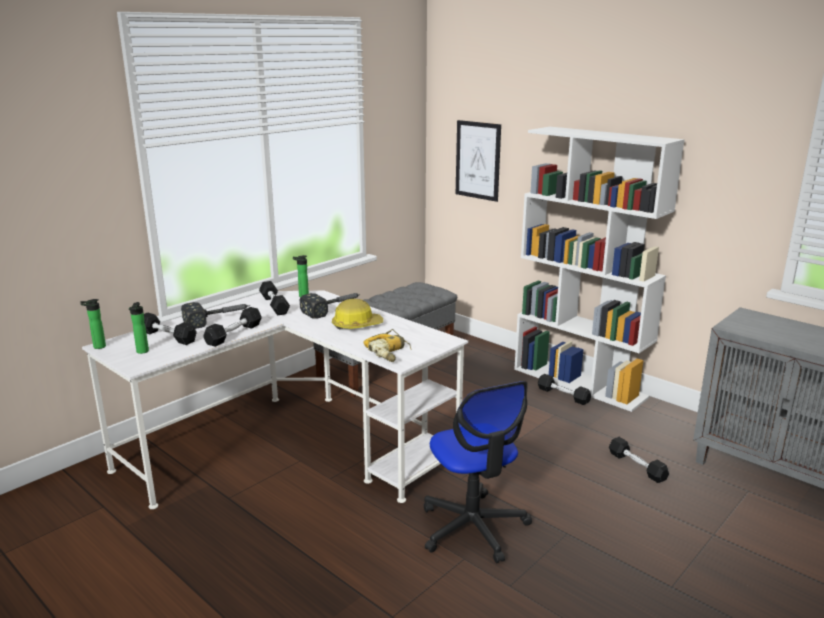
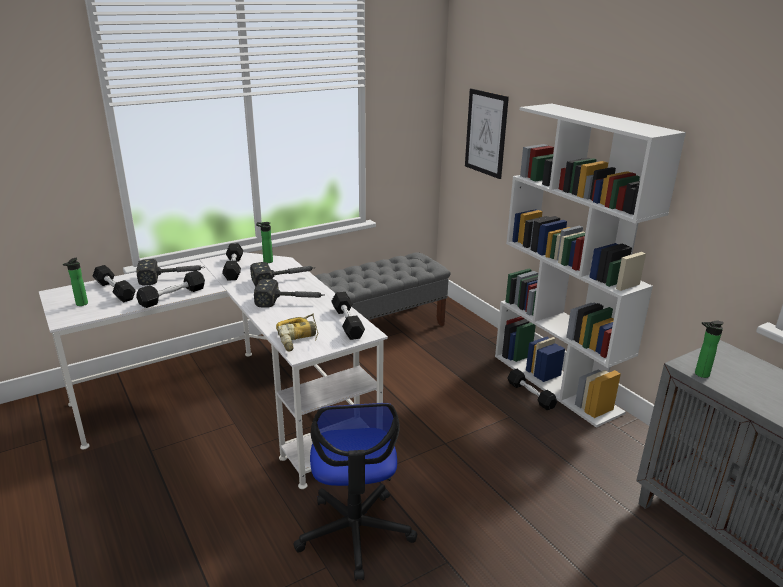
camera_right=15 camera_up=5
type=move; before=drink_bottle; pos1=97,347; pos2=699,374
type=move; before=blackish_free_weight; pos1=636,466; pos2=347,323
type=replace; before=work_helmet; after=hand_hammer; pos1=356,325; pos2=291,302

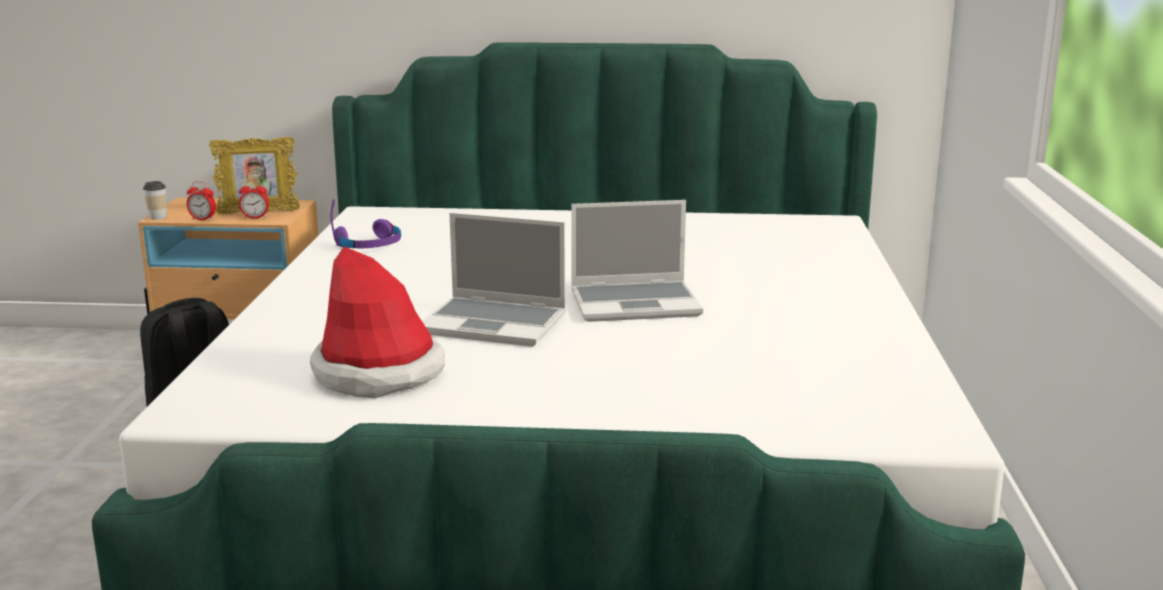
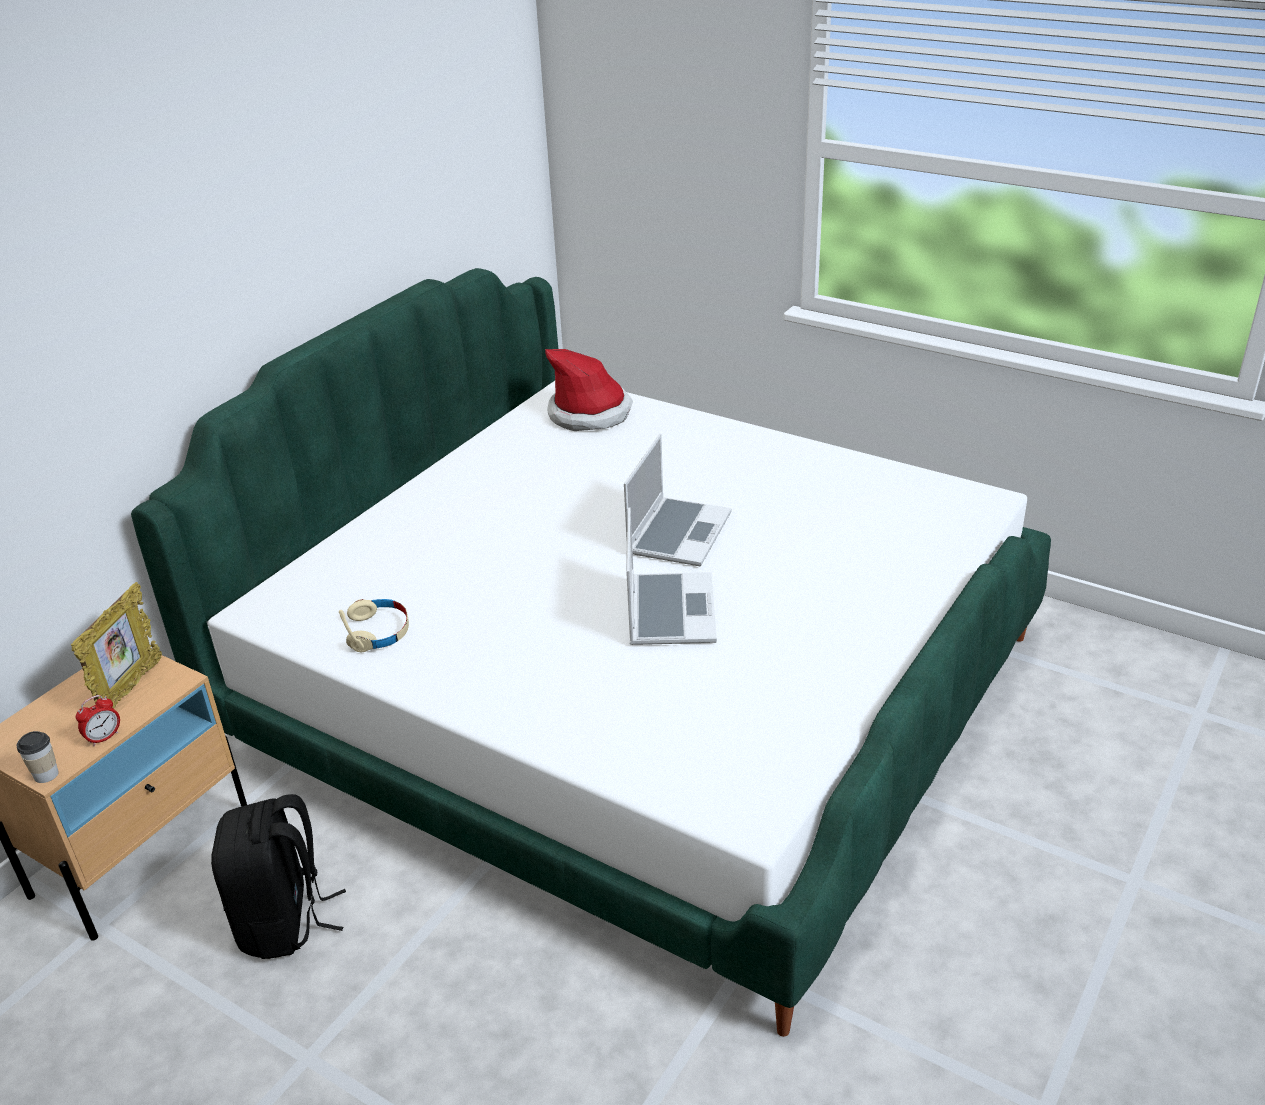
camera_right=-60 camera_up=15
type=delete; before=table_clock; pos1=255,217
type=move; before=hat; pos1=379,373; pos2=590,413
type=recolor; before=purple-coloured_pair_of_headphones; after=beige-coloured_pair_of_headphones; pos1=369,245; pos2=378,632
type=rotate; before=notebook_computer; pos1=496,324; pos2=669,610; turn=-45

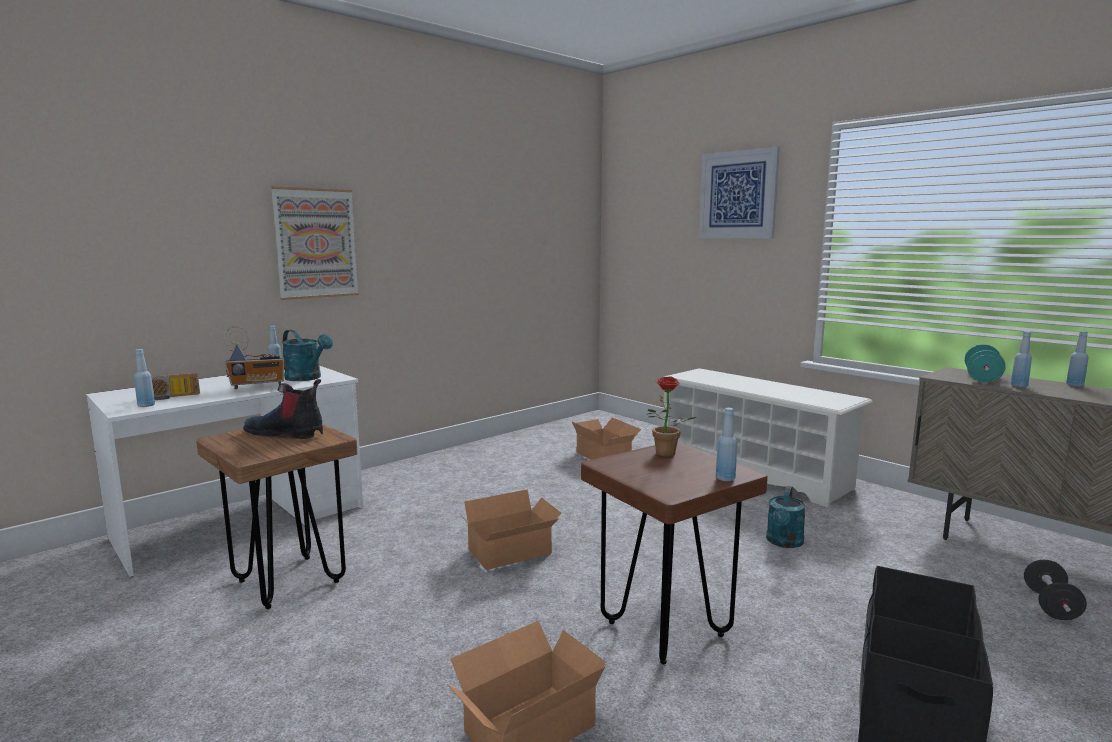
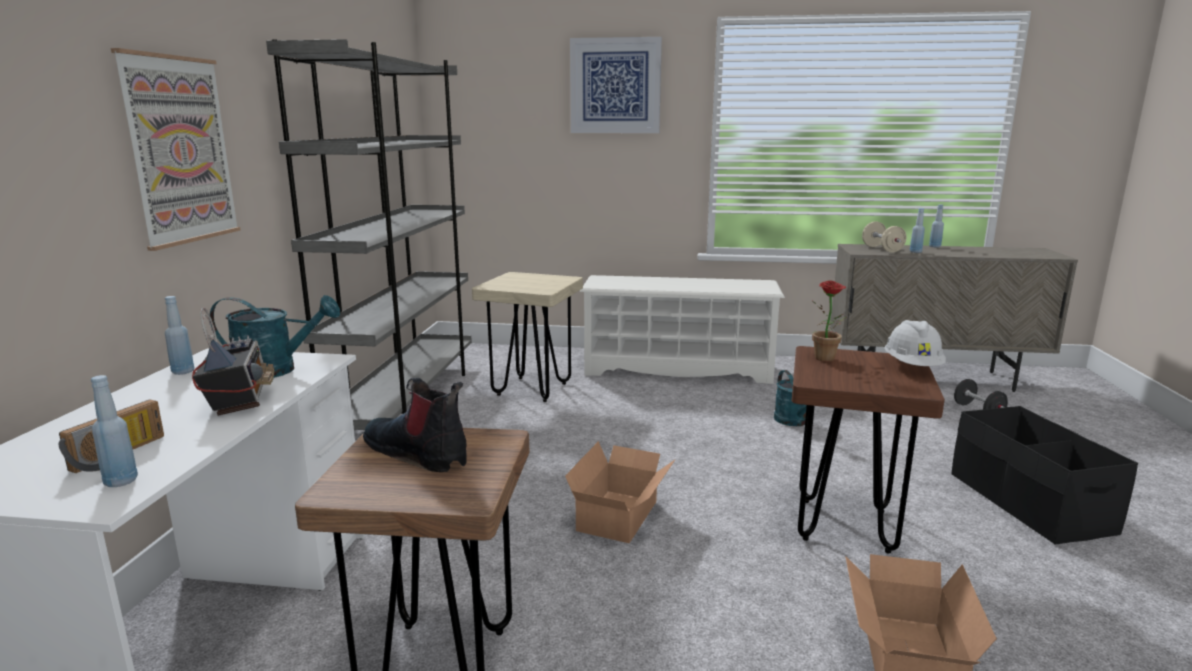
camera_right=-40 camera_up=5
type=insert; after=gray_shelving_unit; pos2=407,401
type=replace; before=cardboard_box; after=beige-coloured_stool; pos1=604,455; pos2=532,389
type=replace; before=blue_drink_bottle; after=white-coloured_work_helmet; pos1=725,478; pos2=912,367
type=recolor; before=blue-green_free_weight; after=beige-coloured_free_weight; pos1=982,378; pos2=882,249
type=rotate; before=radio_set; pos1=258,387; pos2=239,400; turn=-45
type=rotate; before=high-top_boot; pos1=286,434; pos2=418,453; turn=60

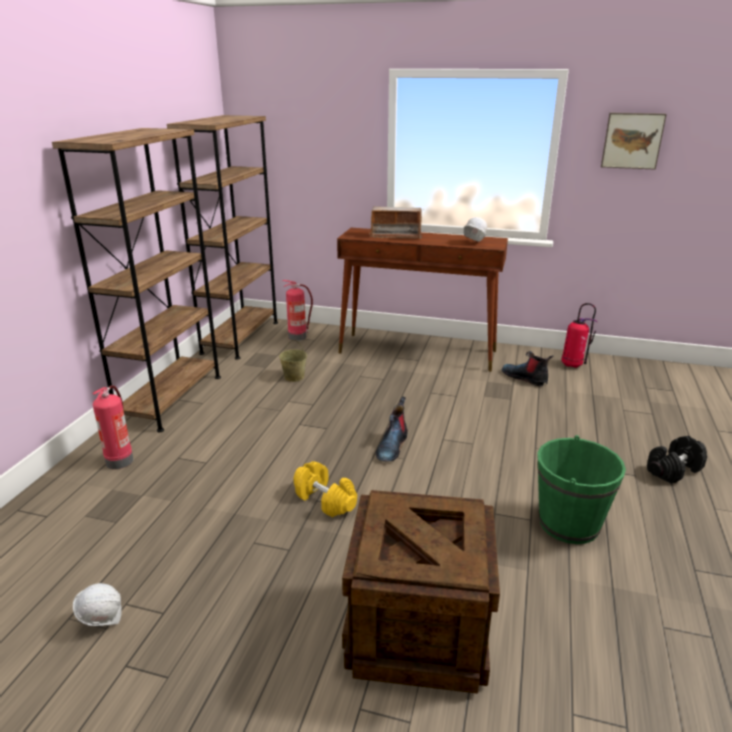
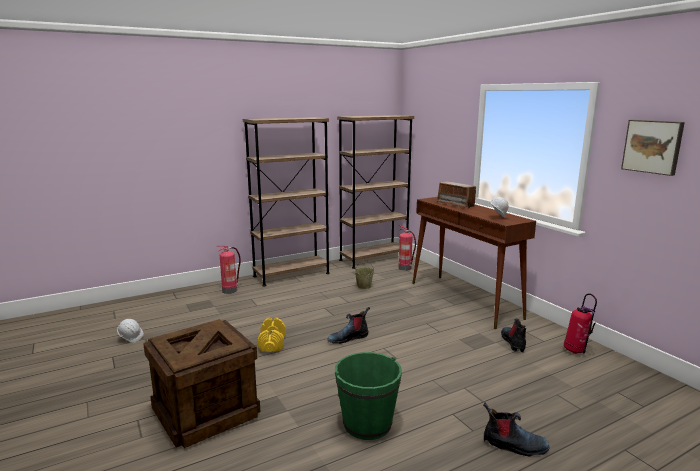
camera_right=45 camera_up=-10
type=replace; before=blackish_free_weight; after=high-top_boot; pos1=673,470; pos2=514,445

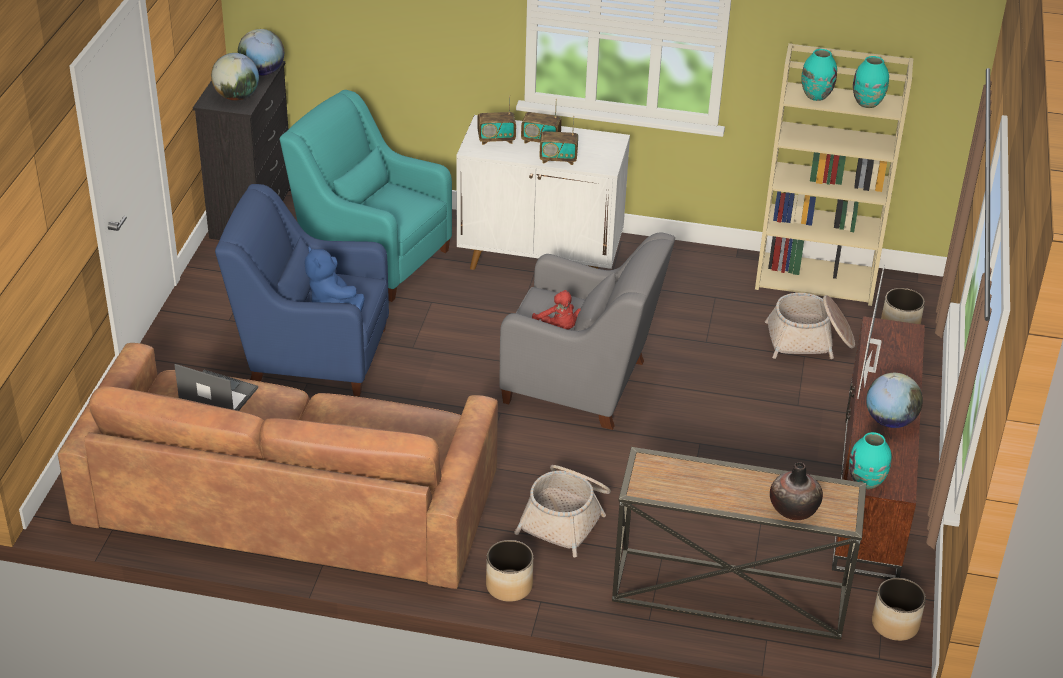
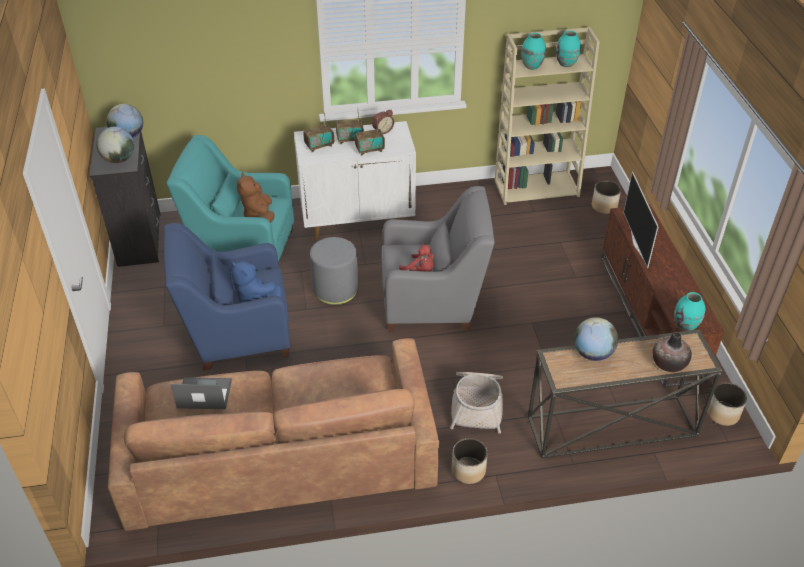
camera_right=-20 camera_up=5
type=delete; before=storage_basket; pos1=809,340
type=insert; after=brownish_cuddly_toy; pos2=259,216
type=insert; after=gray_pouffe; pos2=335,289
type=insert; after=table_clock; pos2=382,130
type=move; before=desk_globe; pos1=890,421; pos2=592,353

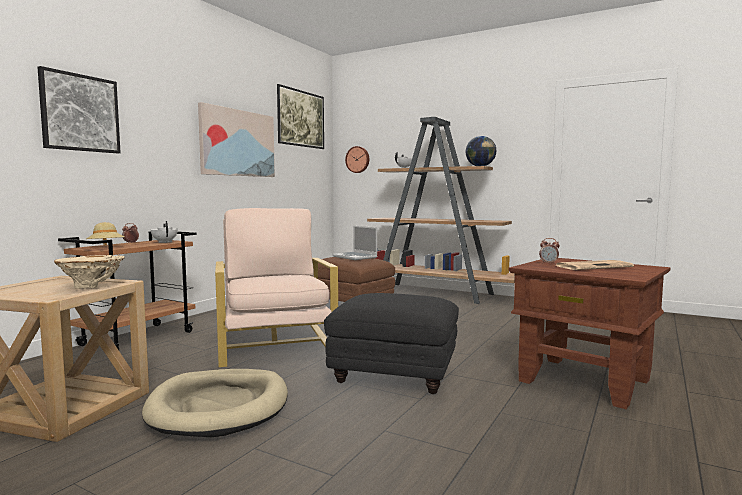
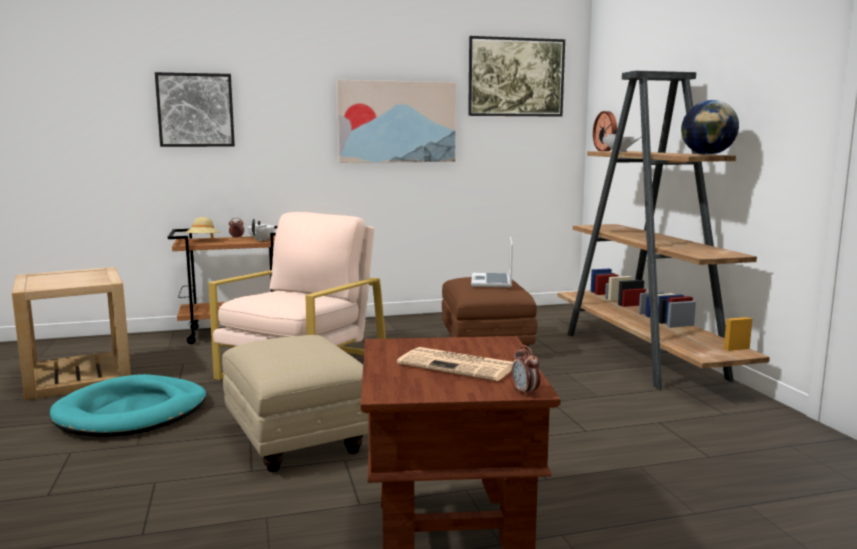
camera_right=45 camera_up=5
type=delete; before=beige-coloured_decorative_vase; pos1=91,287
type=move; before=table_clock; pos1=548,263; pos2=525,392
type=recolor; before=beige-coloured_dog_bed; after=blue-green_dog_bed; pos1=219,407; pos2=132,412
type=recolor; before=blackish_pouffe; after=beige-coloured_pouffe; pos1=395,375; pos2=297,440

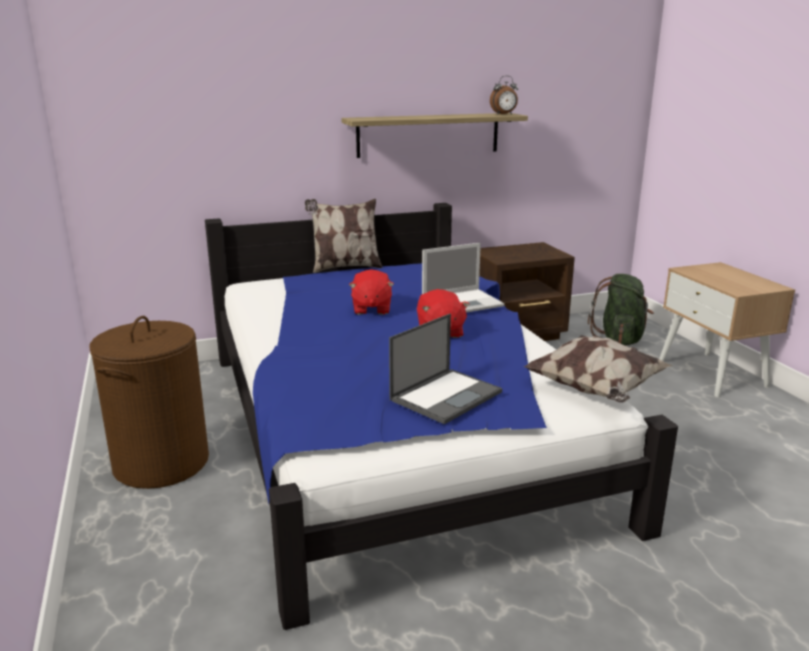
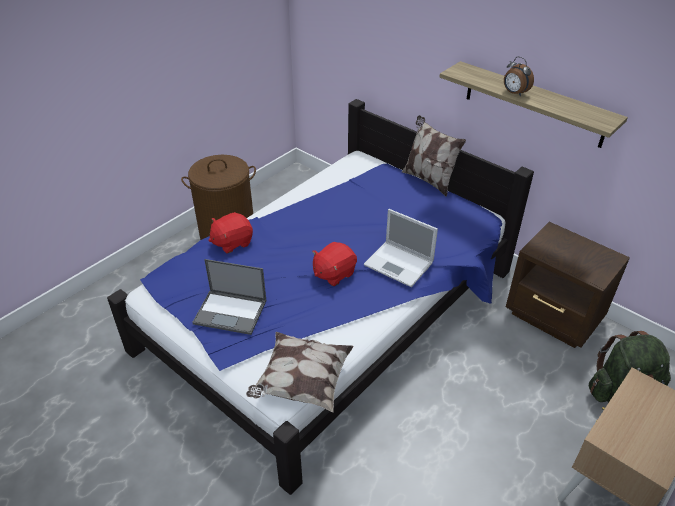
camera_right=60 camera_up=20
type=move; before=red-coloured_cuddly_toy; pos1=371,309; pos2=232,242
type=move; before=table_clock; pos1=504,114; pos2=514,93

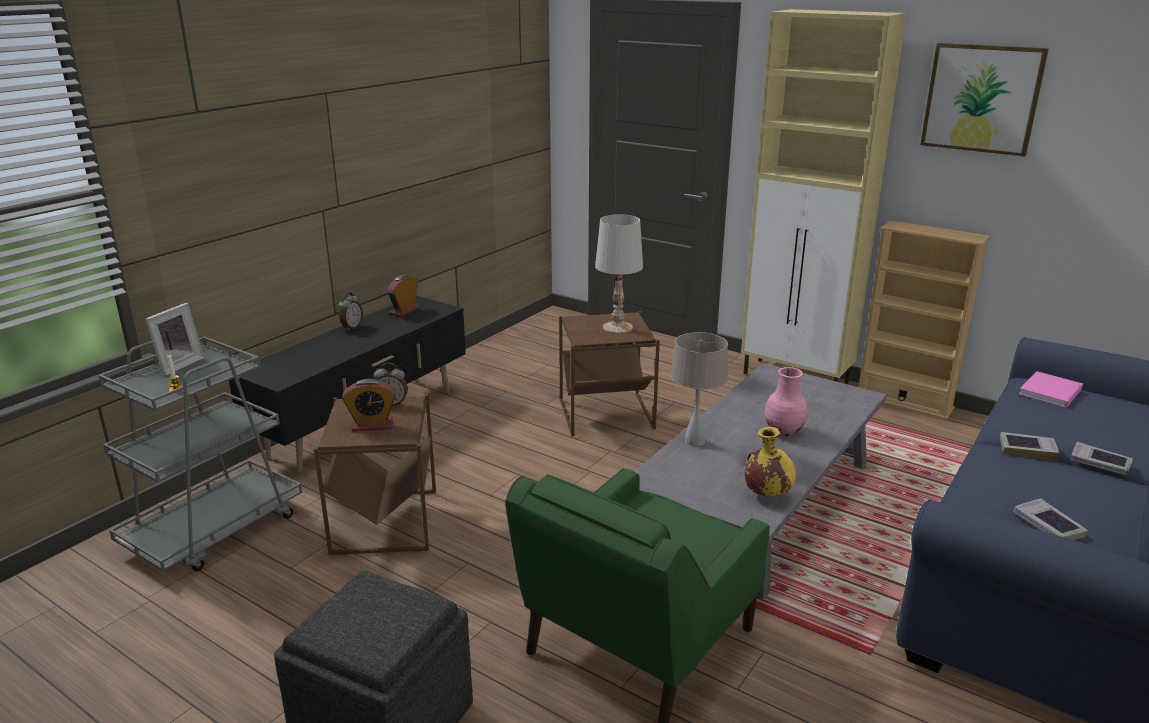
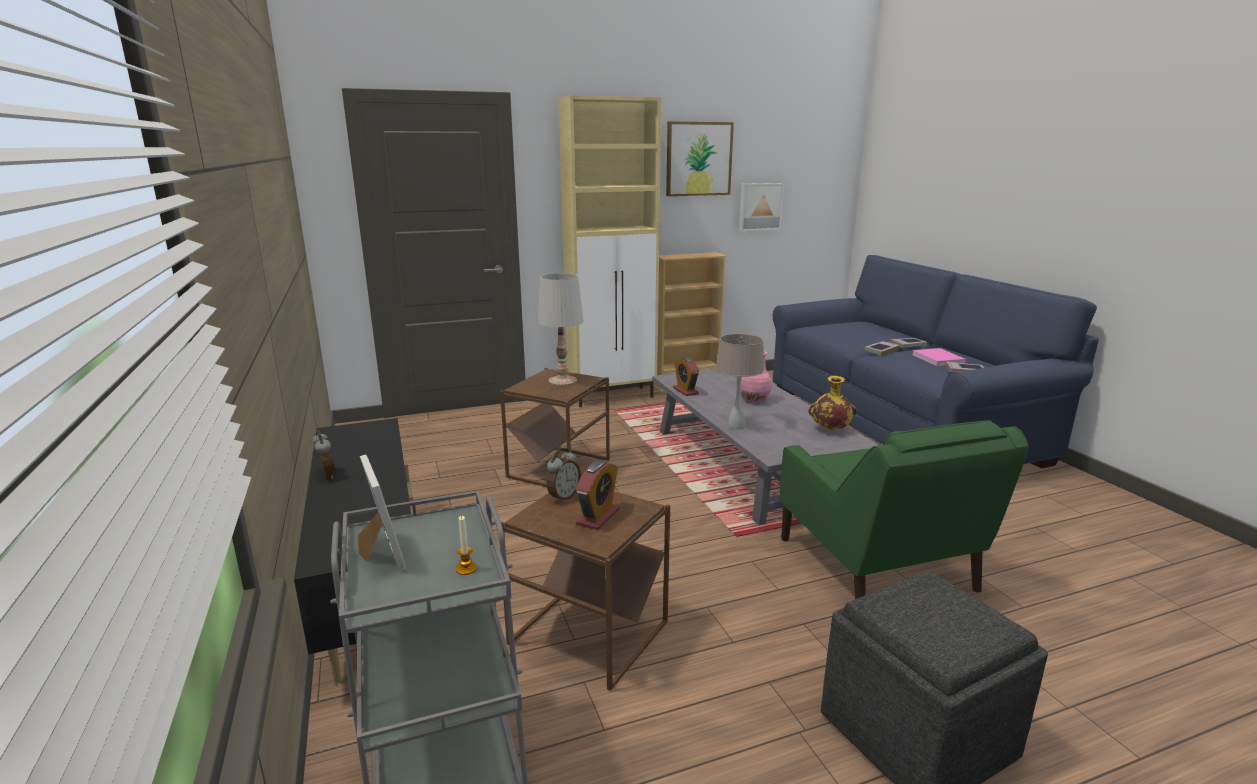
camera_right=-55 camera_up=-5
type=insert; after=wall_art; pos2=759,206
type=move; before=table_clock; pos1=405,311; pos2=685,391
type=move; before=pinkish_bound_book; pos1=1049,392; pos2=938,359

